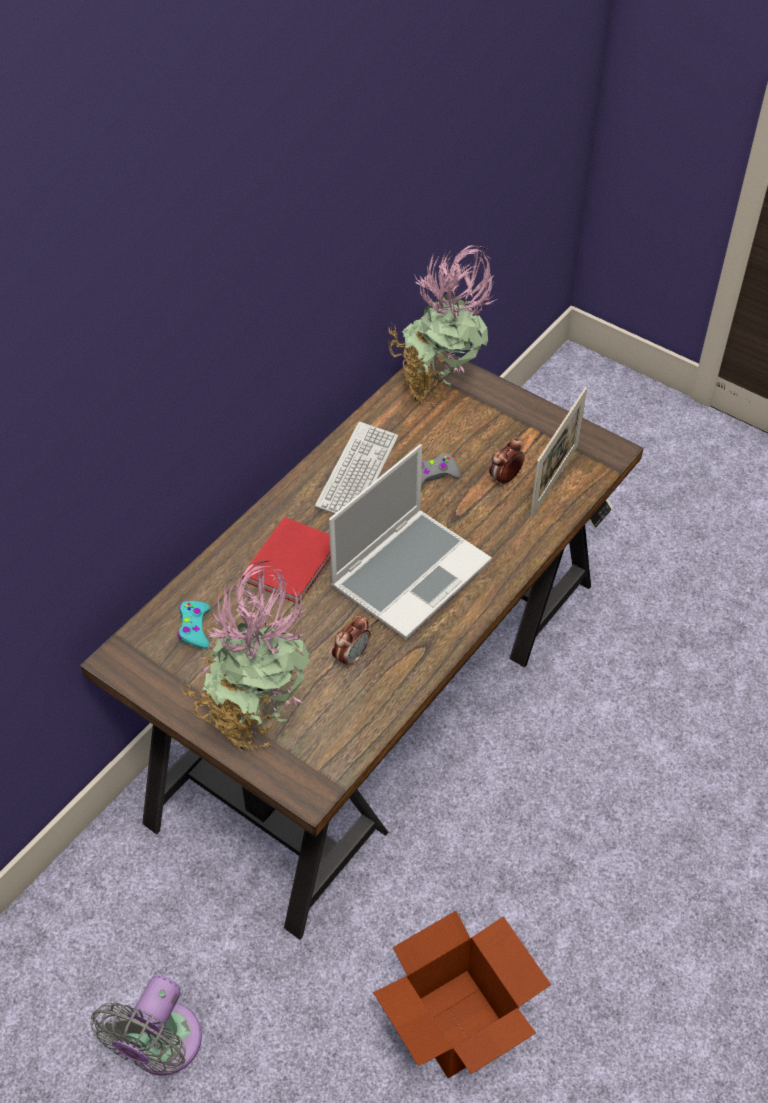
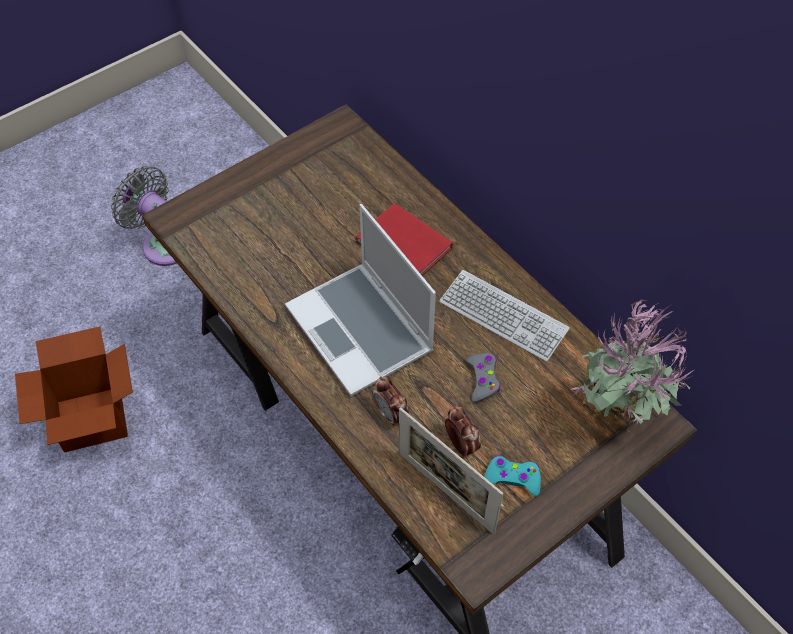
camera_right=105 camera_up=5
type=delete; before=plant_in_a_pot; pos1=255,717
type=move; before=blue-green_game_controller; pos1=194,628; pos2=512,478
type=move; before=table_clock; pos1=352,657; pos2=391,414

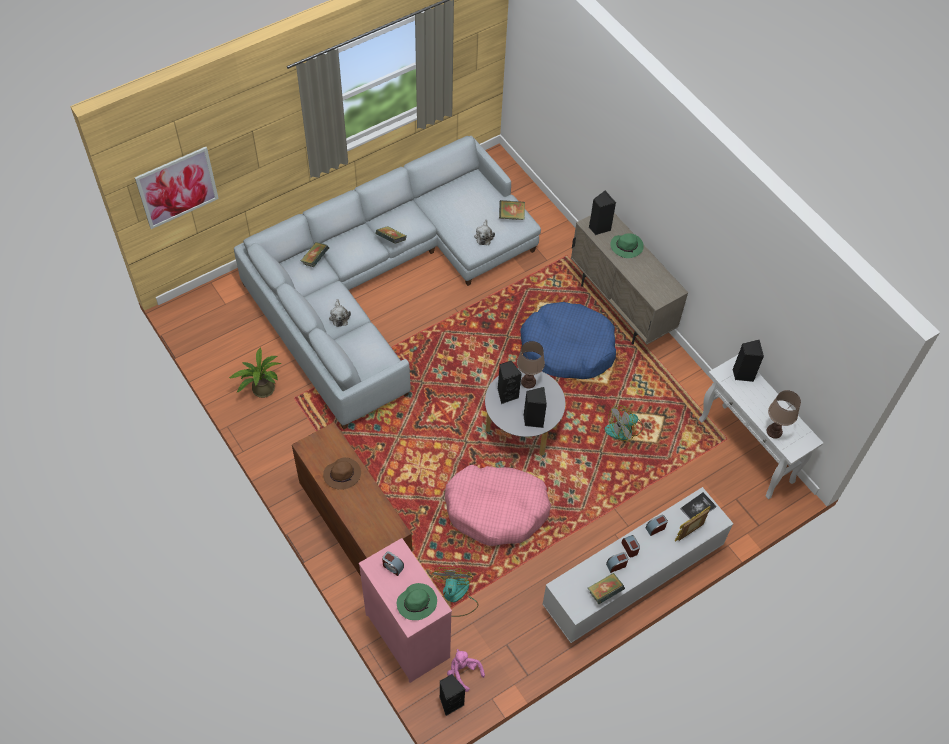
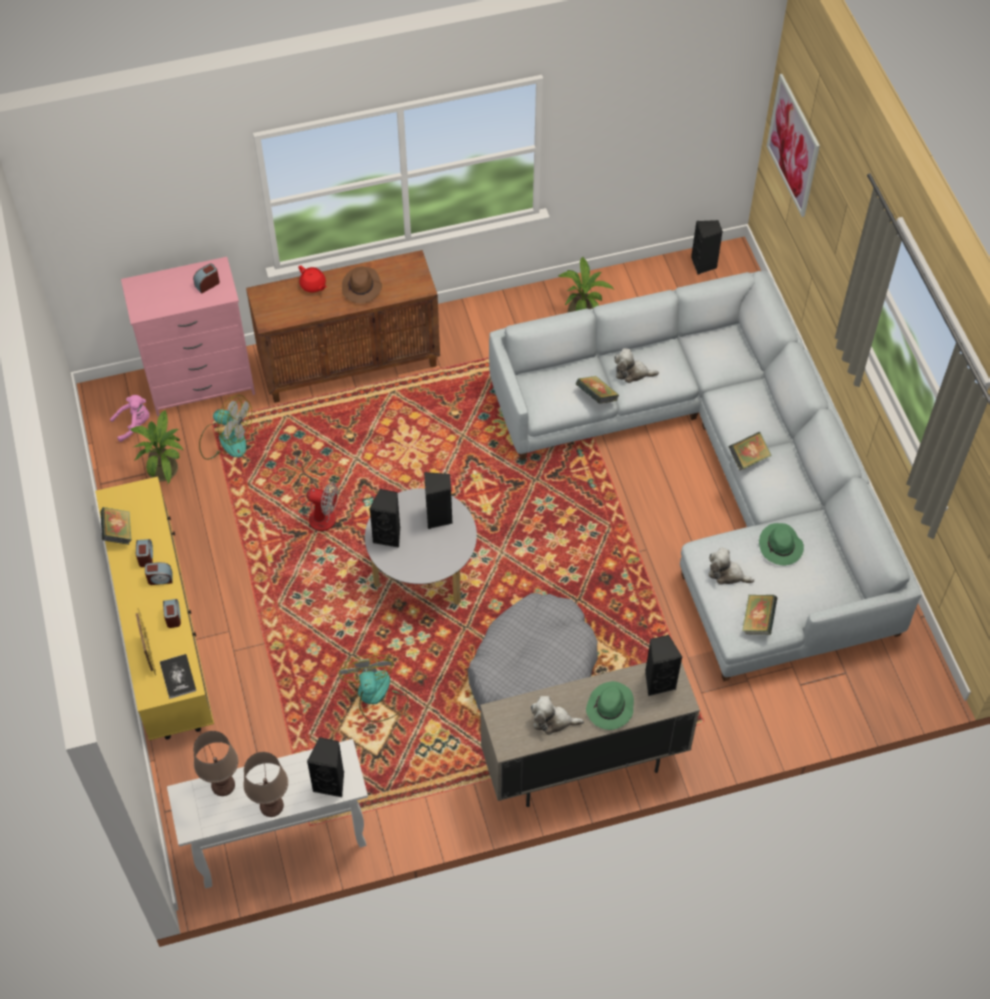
camera_right=110 camera_up=0
type=insert; after=plant_in_a_pot; pos2=165,467
type=insert; after=red-coloured_pot_for_tea; pos2=313,285
type=insert; after=cuddly_toy; pos2=553,720
type=move; before=bound_book; pos1=315,260; pos2=596,397
type=move; before=green-coloured_hat; pos1=417,602; pos2=781,547
type=move; before=blackish_loudspeaker; pos1=450,702; pos2=704,264
type=move; before=brownish_table_lamp; pos1=528,382; pos2=271,806
type=replace; before=pinkish_dog_bed; after=cooling_fan; pos1=496,509; pos2=318,511
type=recolor; before=blue_dog_bed; after=gray_dog_bed; pos1=567,348; pos2=533,668
type=recolor; before=white-coloured_media_console; after=yellow-coloured_media_console; pos1=631,579; pos2=162,628

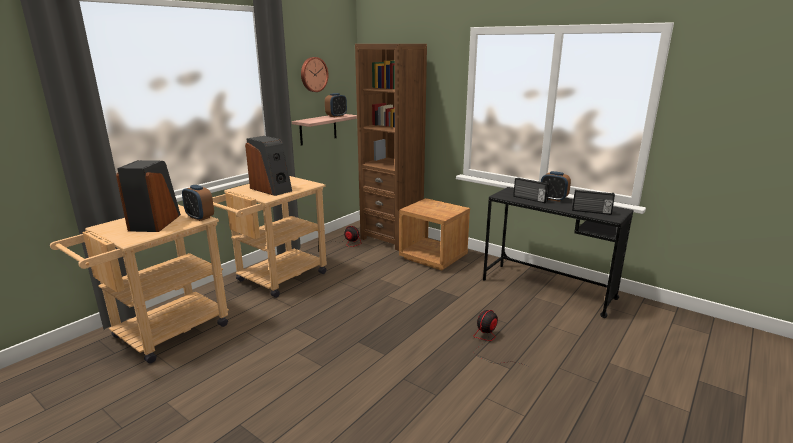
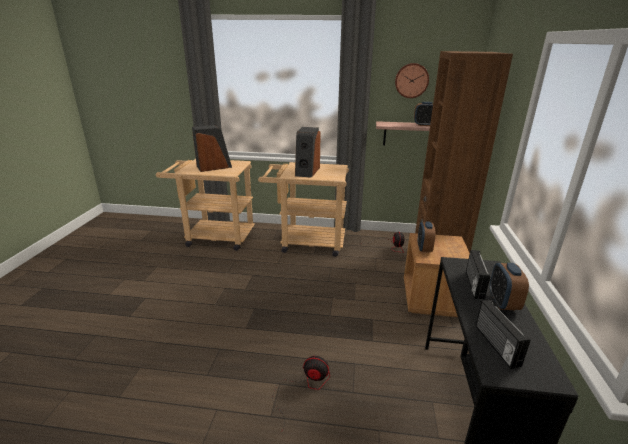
camera_right=60 camera_up=5
type=move; before=table_clock; pos1=200,217; pos2=424,248

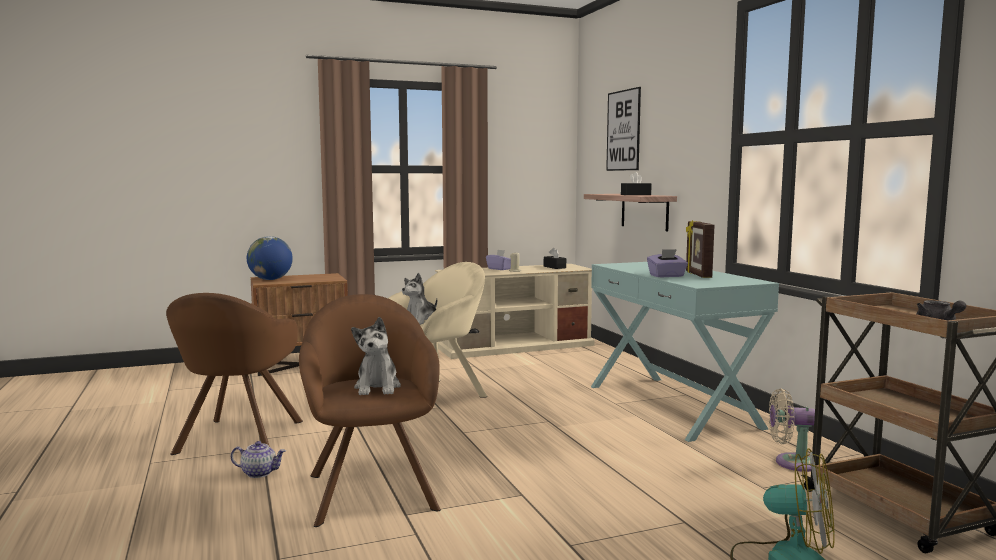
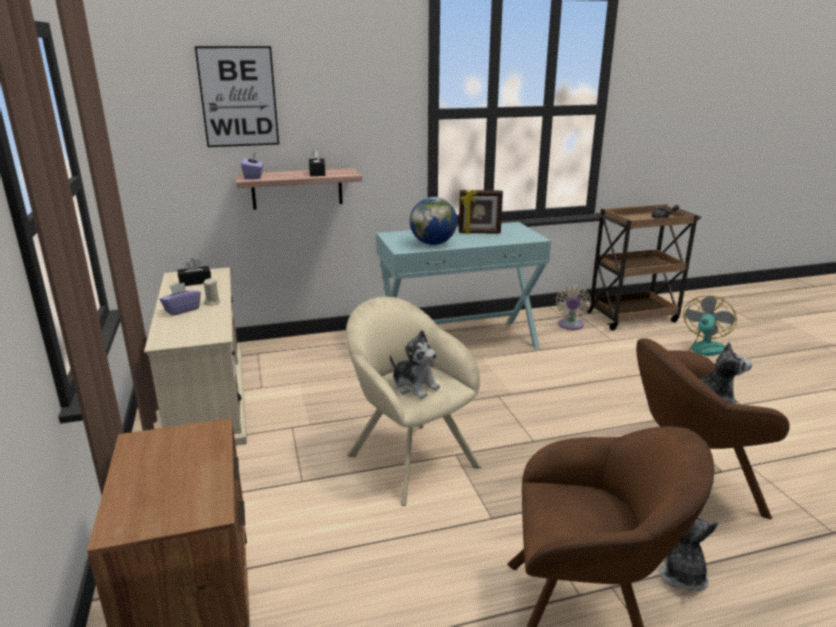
camera_right=-85 camera_up=15
type=move; before=desk_globe; pos1=270,279; pos2=433,244
type=move; before=purple-coloured_tissue_box; pos1=667,276; pos2=254,177
type=replace; before=pot_for_tea; after=cuddly_toy; pos1=259,473; pos2=682,574

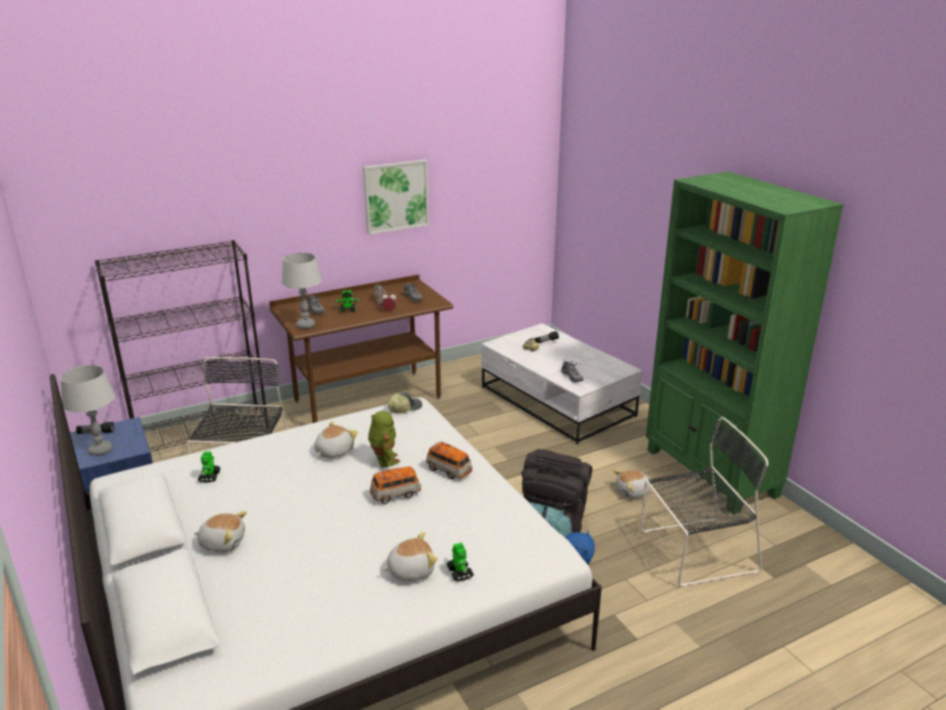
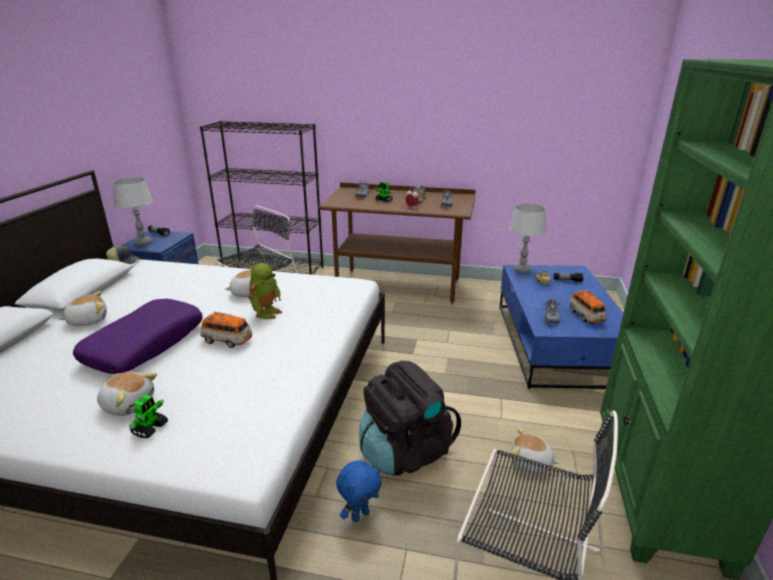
camera_right=40 camera_up=0
type=delete; before=model_robot; pos1=209,477
type=delete; before=wall_art; pos1=396,196
type=insert; after=purple-coloured_pillow; pos2=145,345
type=move; before=gray_table_lamp; pos1=306,325; pos2=522,270
type=move; before=peaked_cap; pos1=404,408; pos2=124,261
type=move; before=toy_car; pos1=449,471; pos2=586,316
type=recolor; before=white-coloured_lounge_table; after=blue_lounge_table; pos1=558,401; pos2=556,344
type=rotate; before=cuddly_toy; pos1=223,542; pos2=88,320; turn=-75

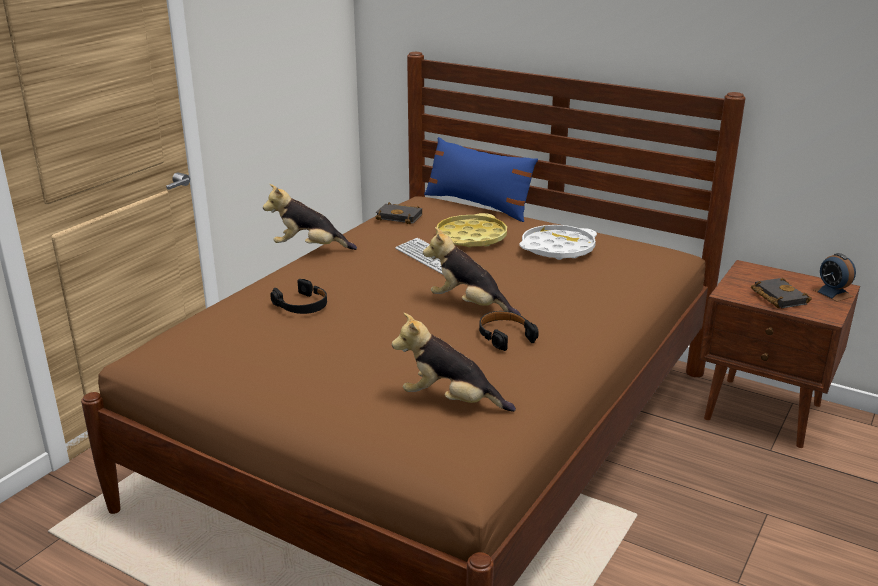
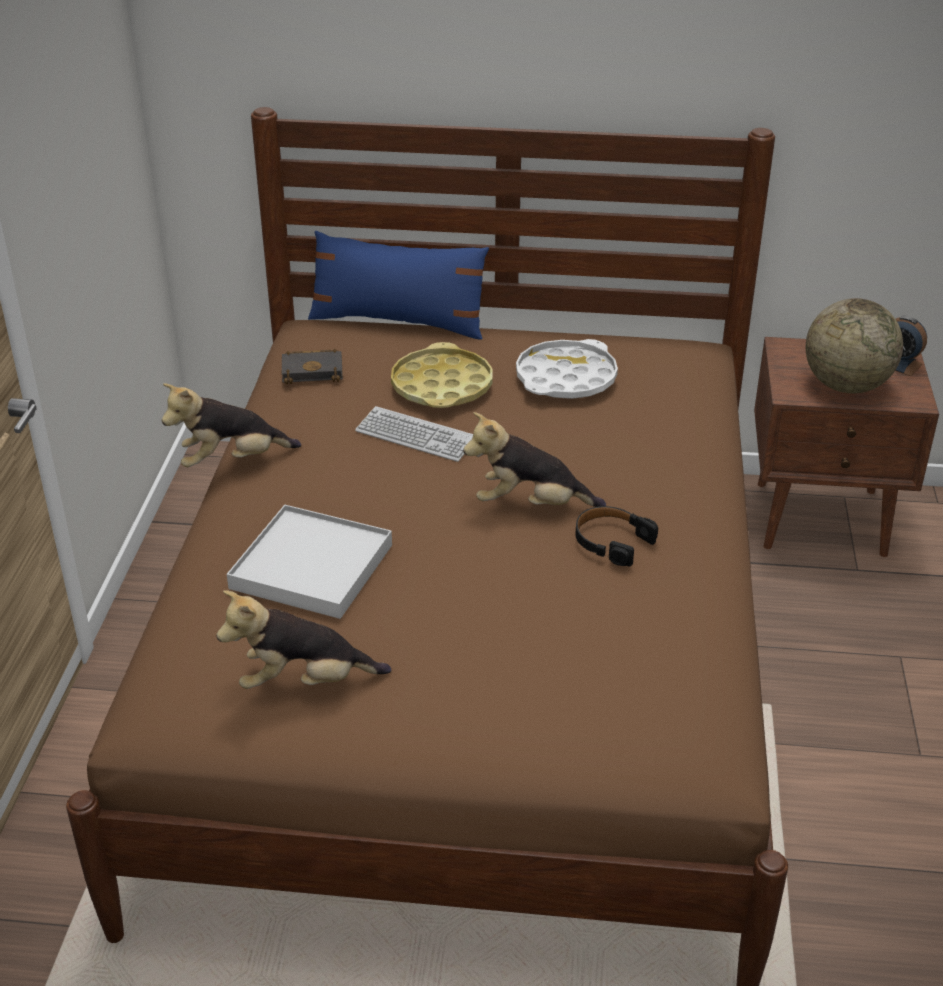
camera_right=-25 camera_up=10
type=move; before=cuddly_toy; pos1=451,401; pos2=304,682
type=replace; before=blackish_pair_of_headphones; after=white-coloured_carrying_tray; pos1=302,305; pos2=312,567
type=replace; before=blackish_bound_book; after=desk_globe; pos1=777,297; pos2=846,385

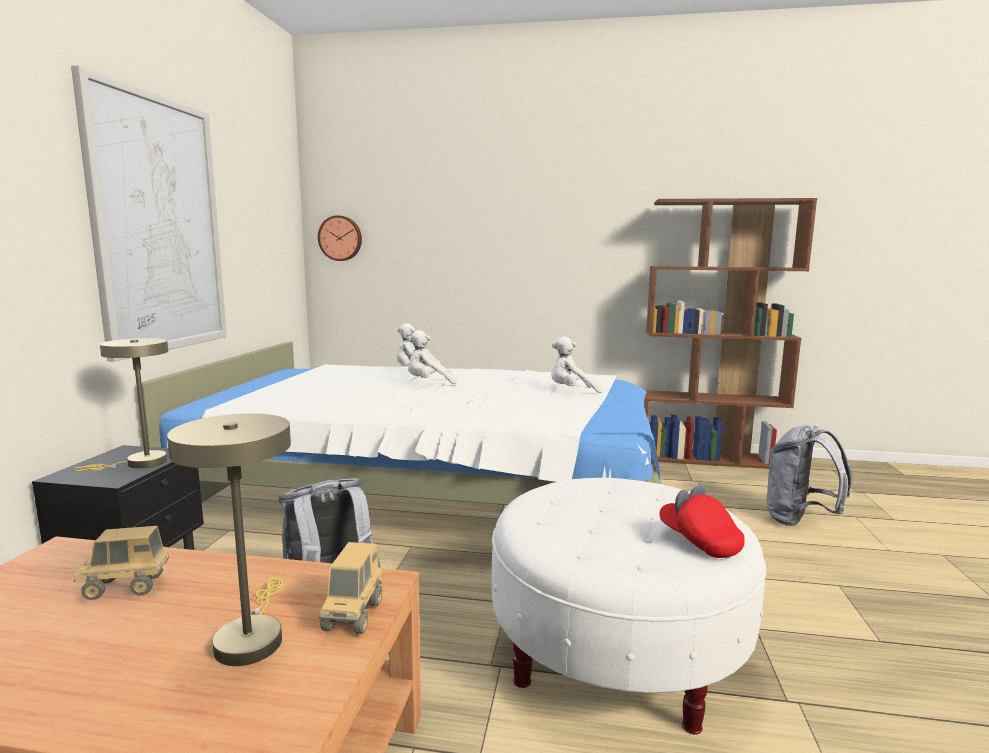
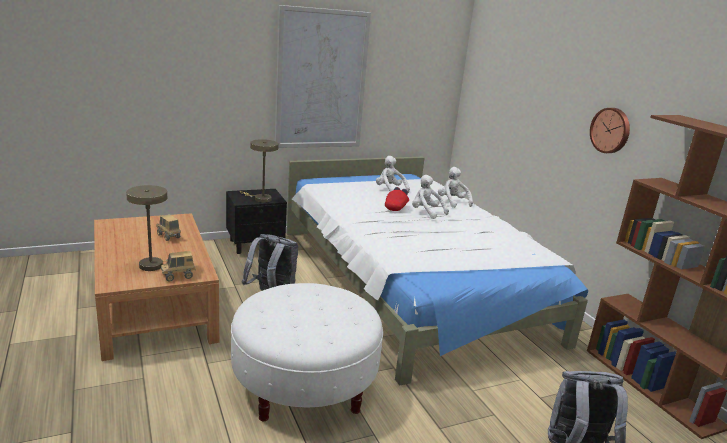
camera_right=55 camera_up=10
type=move; before=clock_on_the_wall; pos1=340,238; pos2=611,130
type=move; before=white-coloured_cuddly_toy; pos1=572,391; pos2=390,190
type=move; before=red-coloured_peaked_cap; pos1=699,541; pos2=396,207

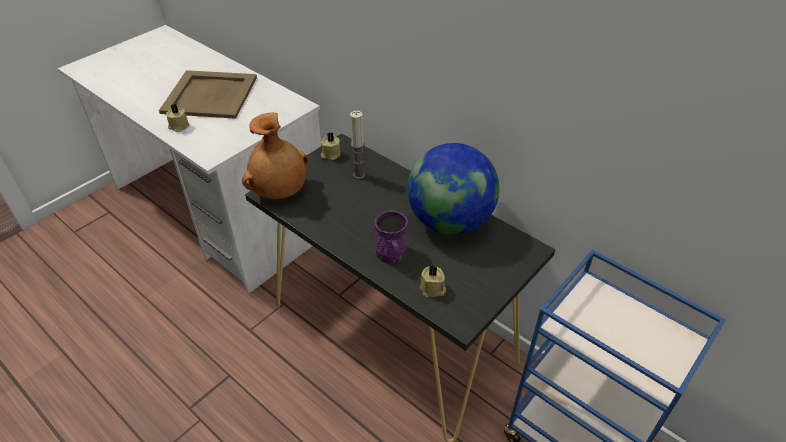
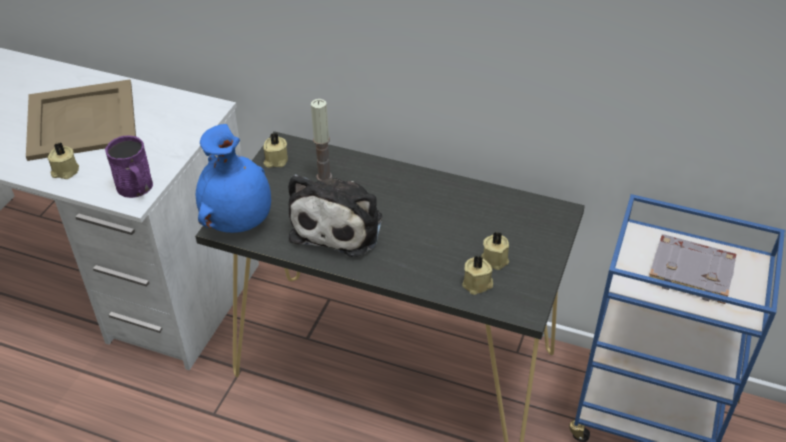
camera_right=-20 camera_up=0
type=delete; before=desk_globe; pos1=450,221
type=insert; after=cuddly_toy; pos2=340,224
type=insert; after=beige-coloured_wax_candle; pos2=495,259
type=insert; after=gray_bound_book; pos2=691,272
type=move; before=purple-coloured_mug; pos1=392,256; pos2=136,188
type=recolor; before=brownish_decorative_vase; after=blue_decorative_vase; pos1=280,191; pos2=238,221

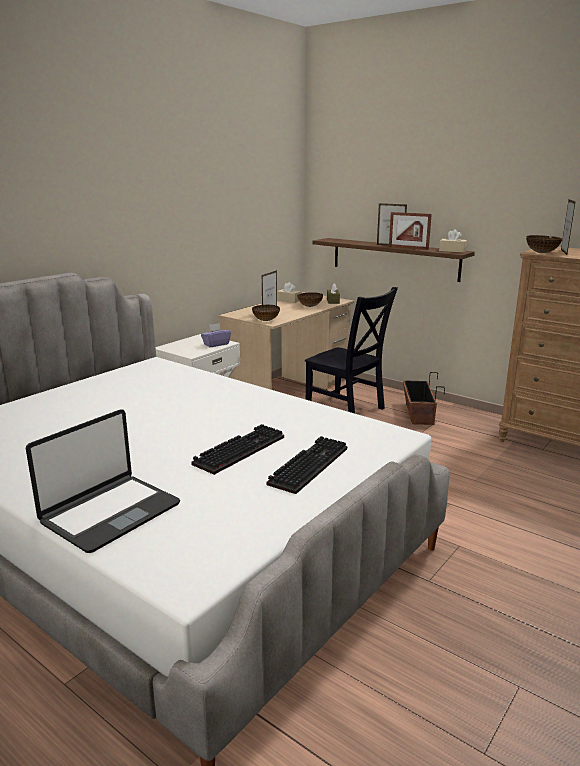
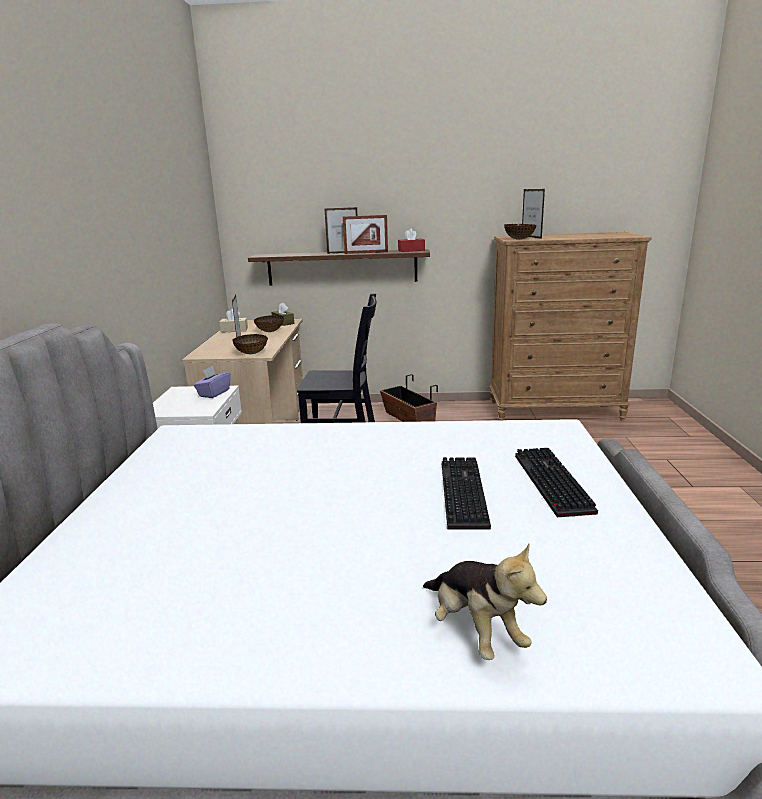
camera_right=-35 camera_up=0
type=replace; before=notebook_computer; after=cuddly_toy; pos1=110,513; pos2=475,630
type=recolor; before=beige-coloured_tissue_box; after=red-coloured_tissue_box; pos1=452,251; pos2=411,250

